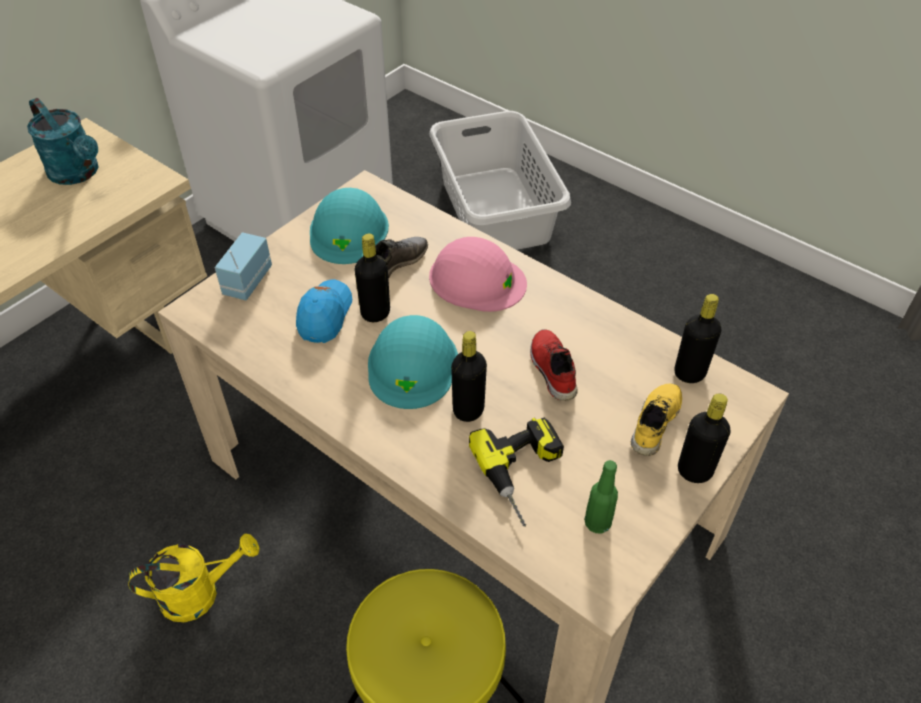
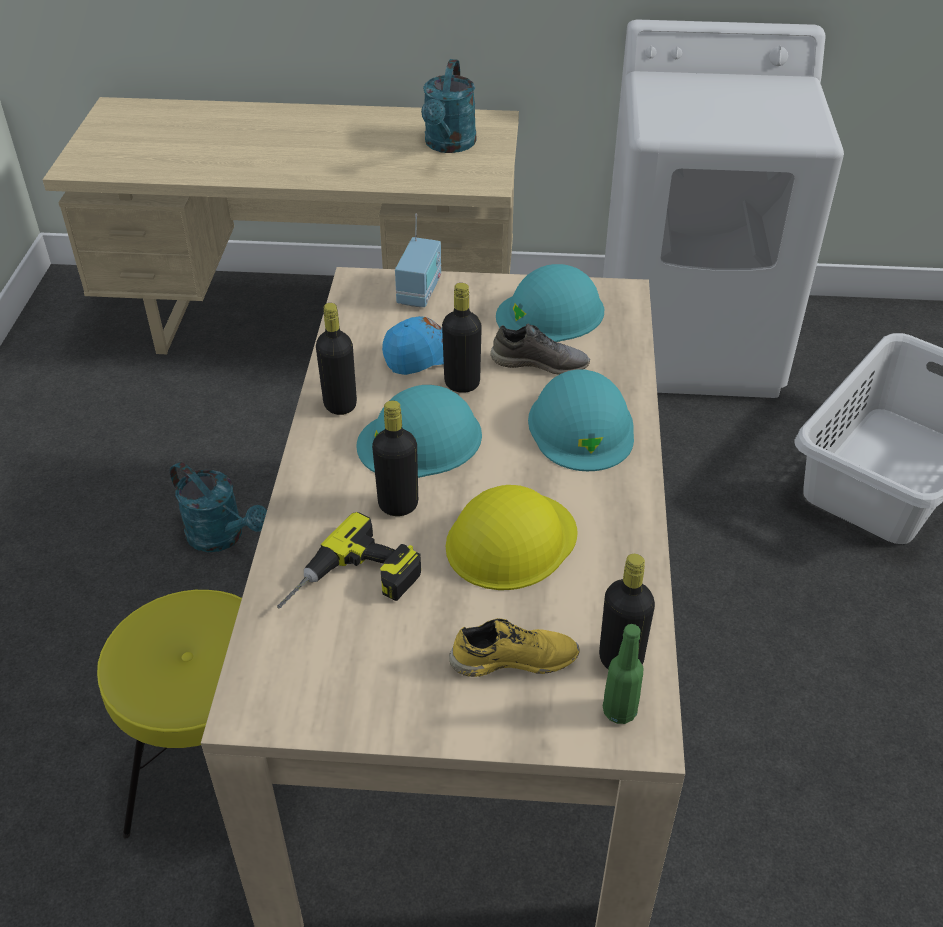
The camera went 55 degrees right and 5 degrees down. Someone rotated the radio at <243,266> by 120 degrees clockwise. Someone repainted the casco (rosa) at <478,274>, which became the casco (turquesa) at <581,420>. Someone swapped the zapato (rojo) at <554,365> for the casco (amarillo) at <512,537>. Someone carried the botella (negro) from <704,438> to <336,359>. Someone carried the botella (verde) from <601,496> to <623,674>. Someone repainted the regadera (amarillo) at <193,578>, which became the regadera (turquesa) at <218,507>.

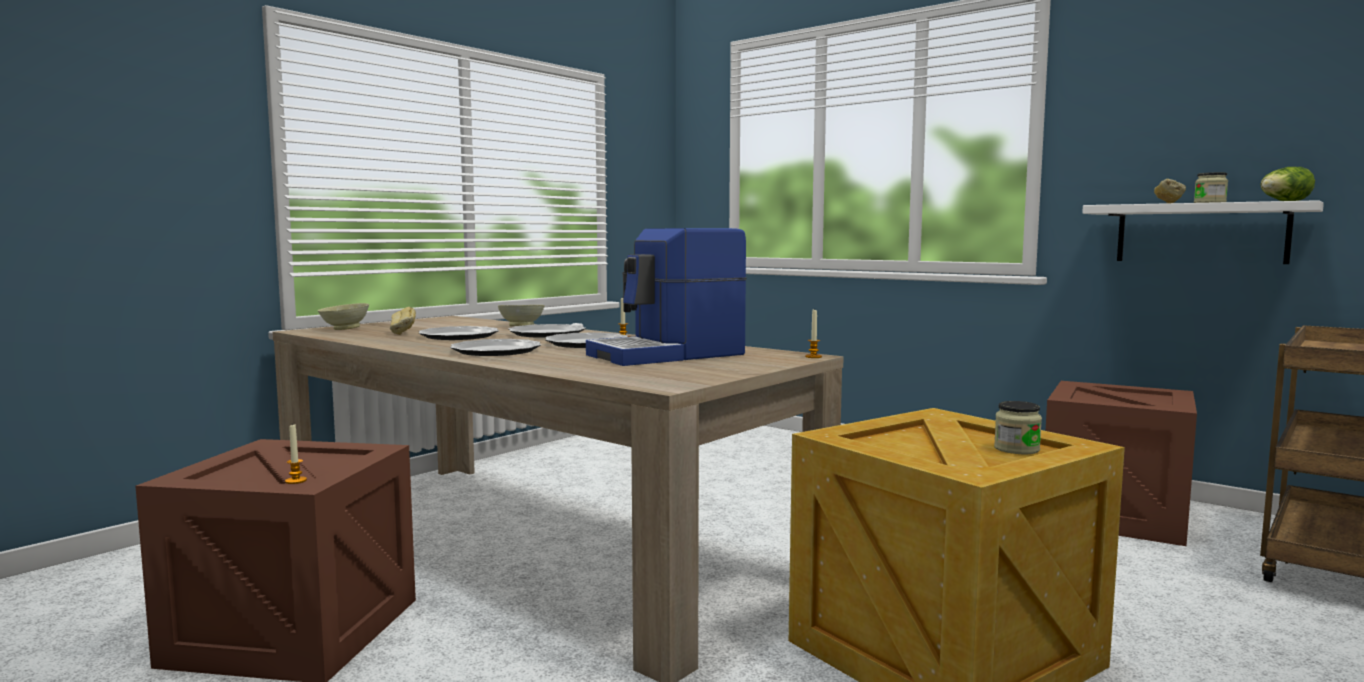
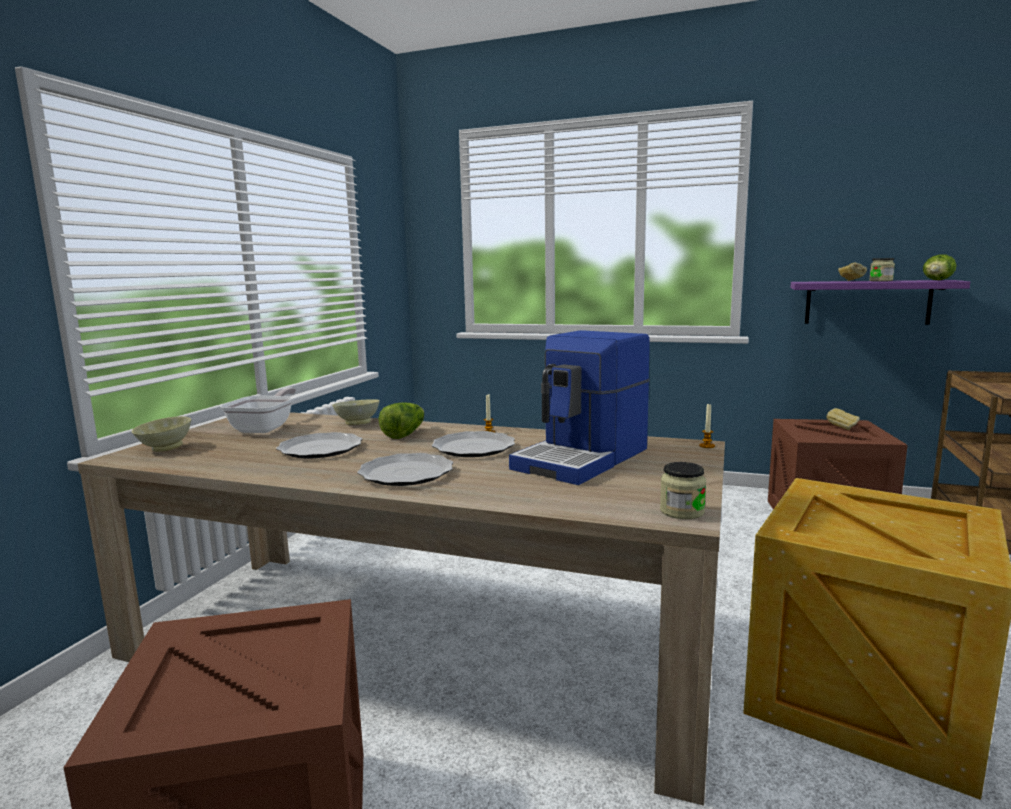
The camera went 20 degrees left and 5 degrees up. Someone repainted the estante (blanco) at <1203,232>, which became the estante (morado) at <880,302>. Someone carried the pan from <403,321> to <843,419>. Someone swapped the plato at <547,331> for the lechuga at <401,420>. Someone carried the tarro from <1018,427> to <683,490>. Someone took away the vela at <296,453>. Someone put down the sartén at <258,410>.

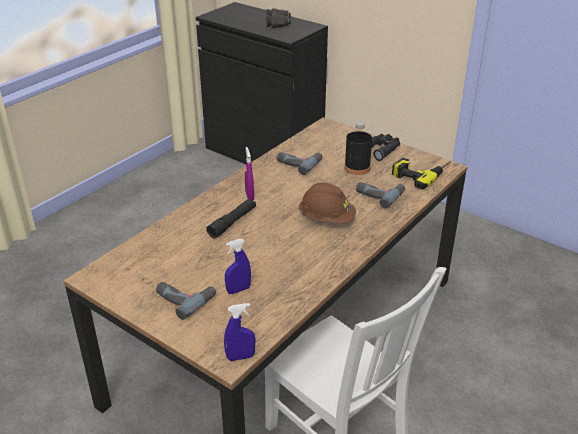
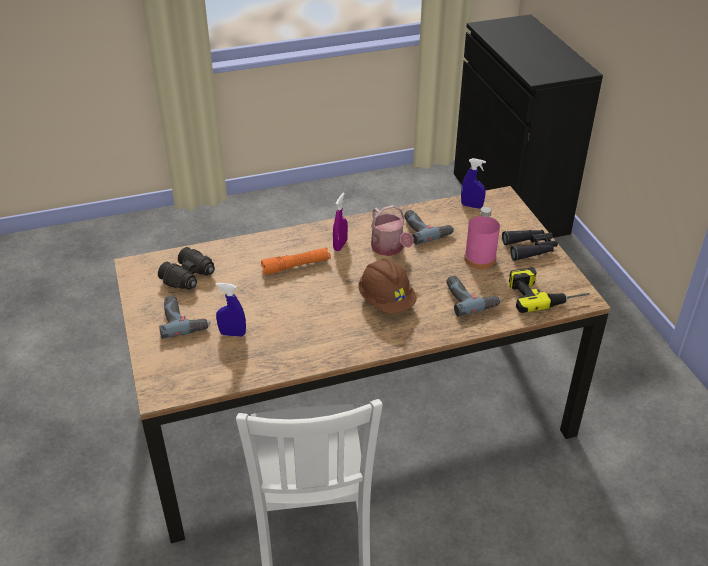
The camera went 35 degrees right and 5 degrees up. Someone carried the prismáticos (negro) from <278,18> to <186,268>. Someone repainted the botella (negro) at <358,148>, which became the botella (rosa) at <482,238>. Someone repainted the linterna (negro) at <231,219>, which became the linterna (naranja) at <296,261>. Someone carried the pulverizador (azul) from <239,332> to <473,183>. Someone put down the regadera at <392,230>.

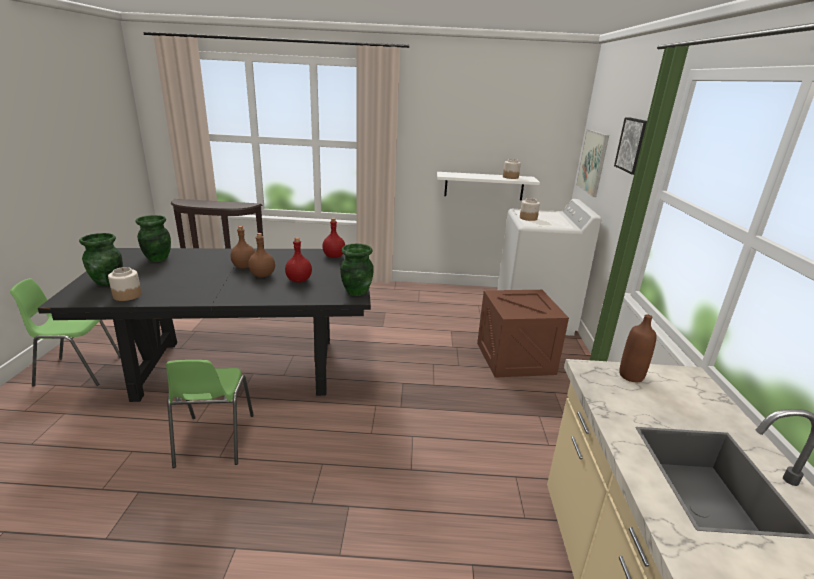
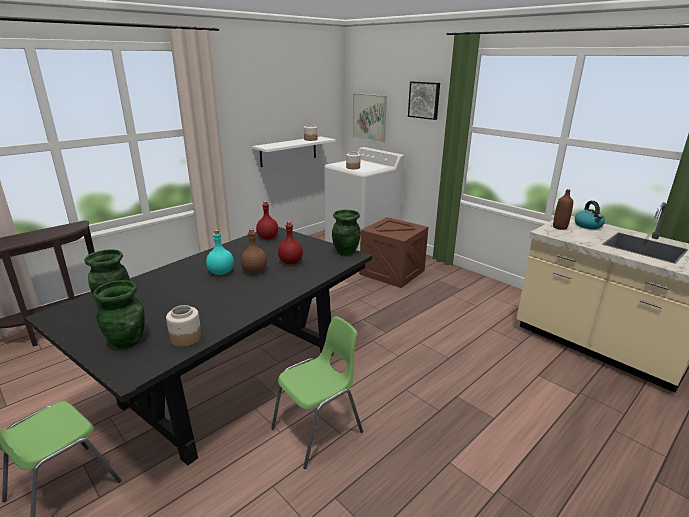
The camera went 45 degrees left and 0 degrees up. Someone repainted the botella (marrón) at <243,247>, which became the botella (turquesa) at <220,252>. Someone rotated the silla (verde) at <210,414> by 75 degrees counterclockwise. Someone put down the hervidor at <590,215>.

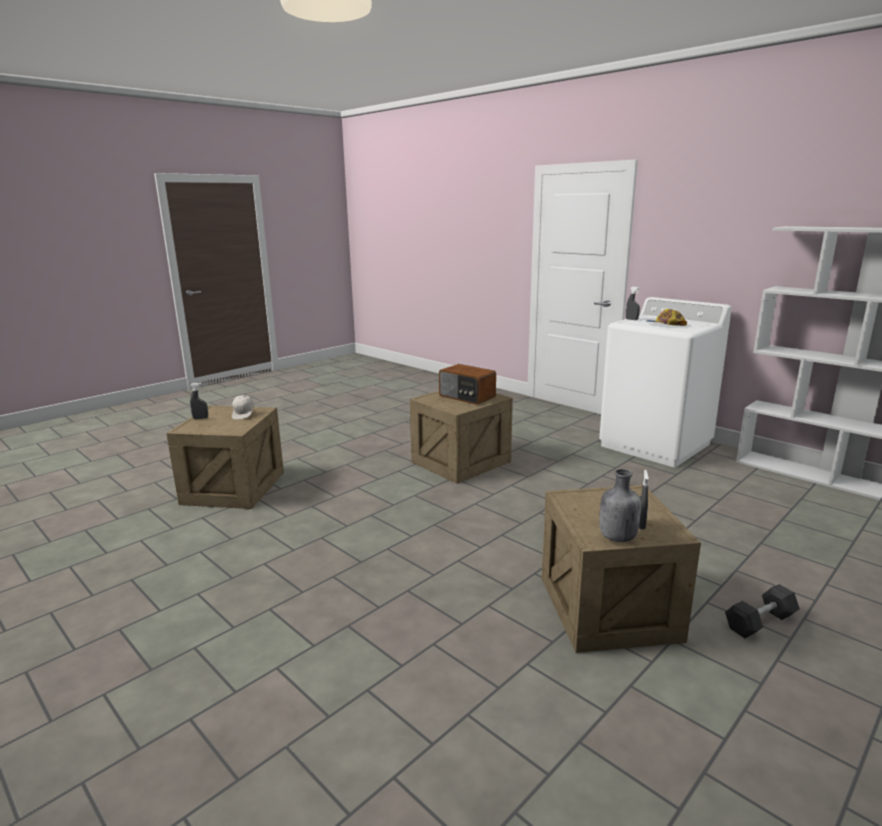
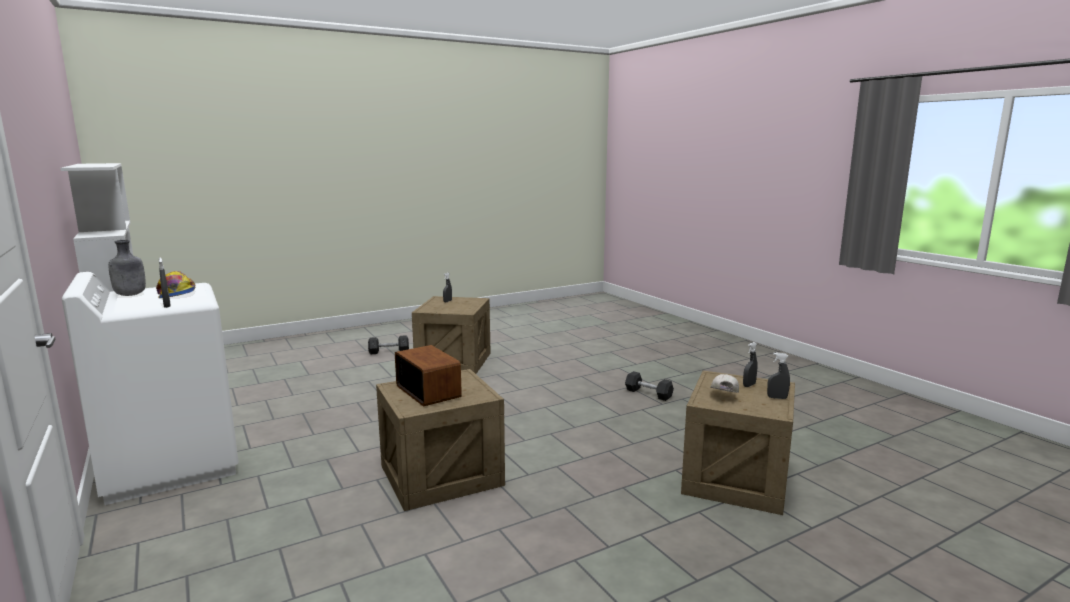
The camera went 165 degrees left and 5 degrees down. Someone carried the botella (gris) from <620,505> to <127,268>. Someone put down the pulverizador (gris) at <750,364>. Someone put down the mancuerna (gris) at <649,386>.

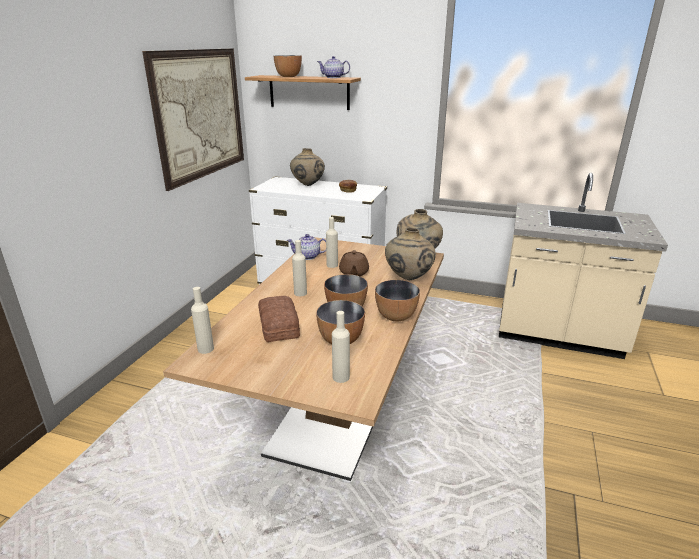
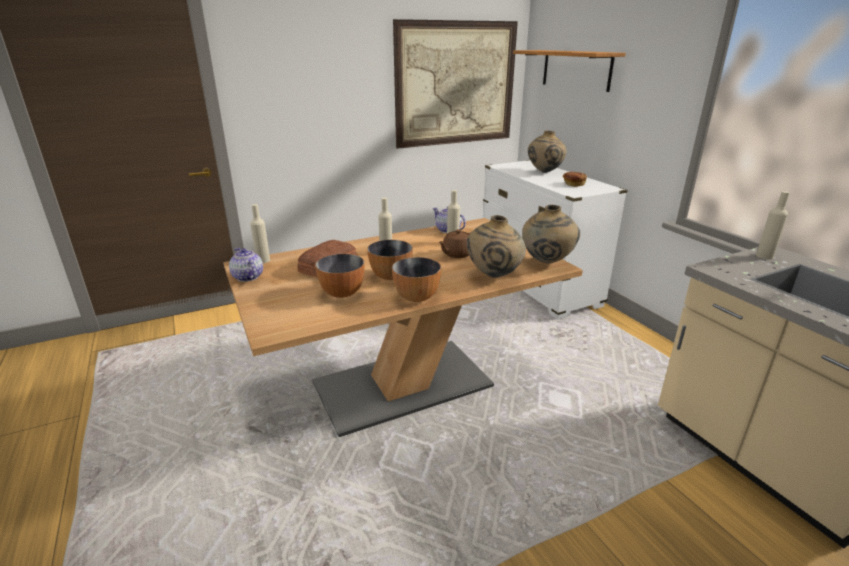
The camera went 45 degrees right and 0 degrees up. Someone took away the cuenco at <288,66>. Someone carried the tetera from <333,67> to <246,265>. Someone carried the botella (beis) from <341,347> to <773,225>.

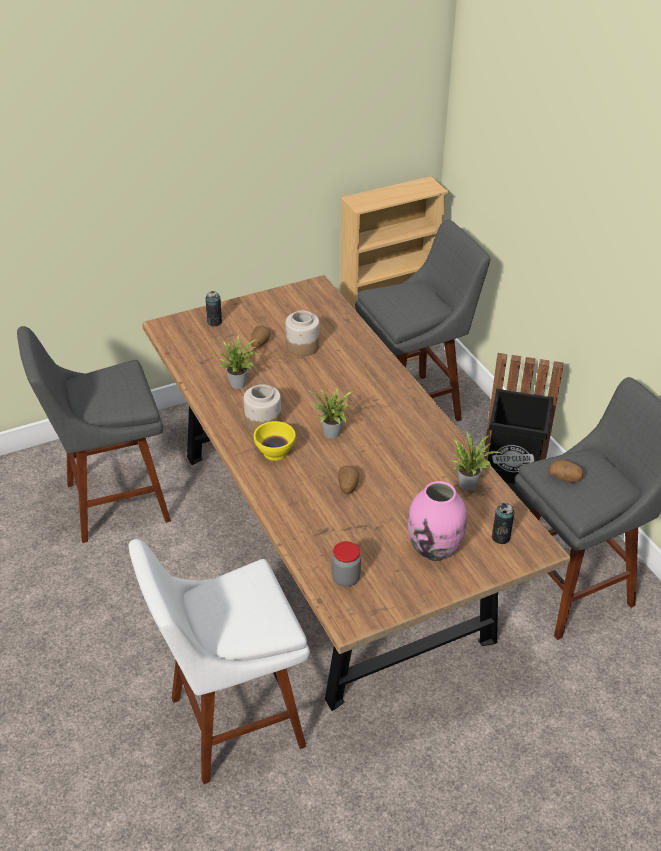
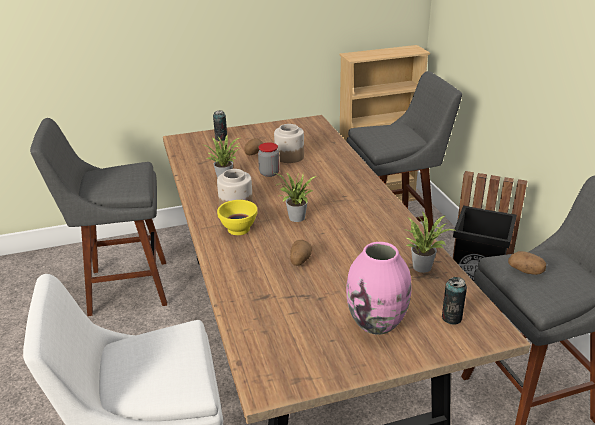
The camera went 10 degrees right and 10 degrees down. Someone carried the tarro from <346,564> to <269,159>.

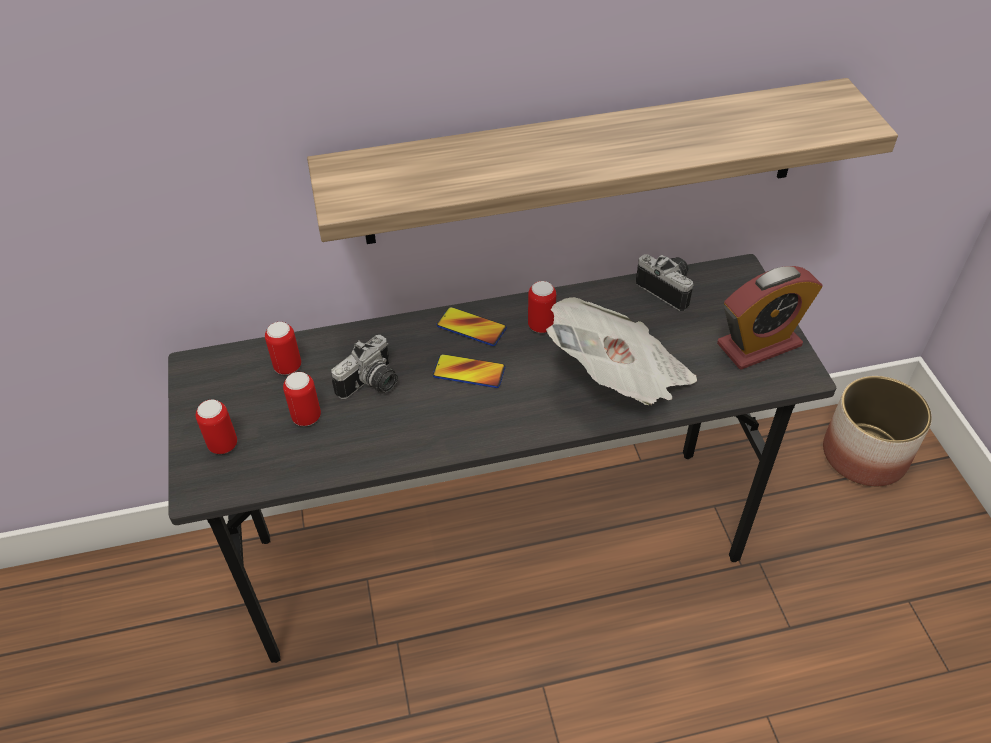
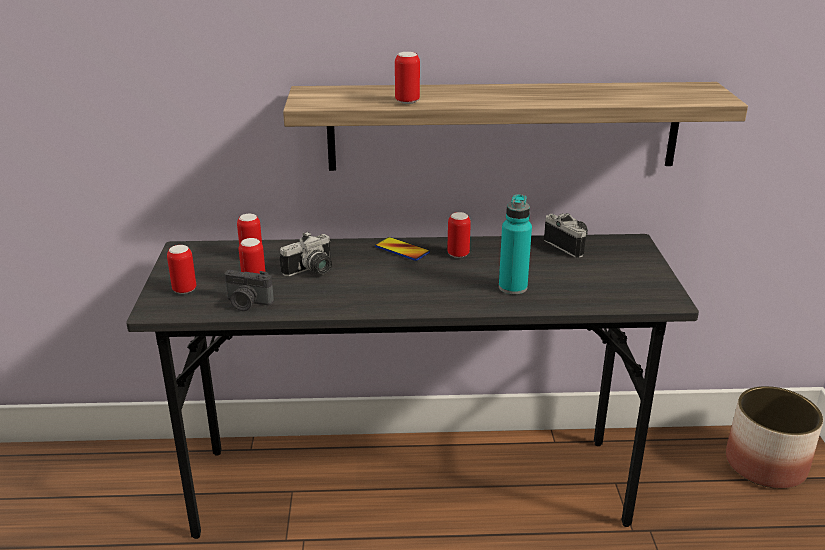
The camera went 10 degrees right and 20 degrees down. Someone took away the despertador at <770,318>. Someone swapped the periódico at <621,351> for the botella (turquesa) at <515,244>. Someone took away the móvil at <469,371>. Someone put down the lata at <407,78>. Someone put down the cámara at <249,290>.

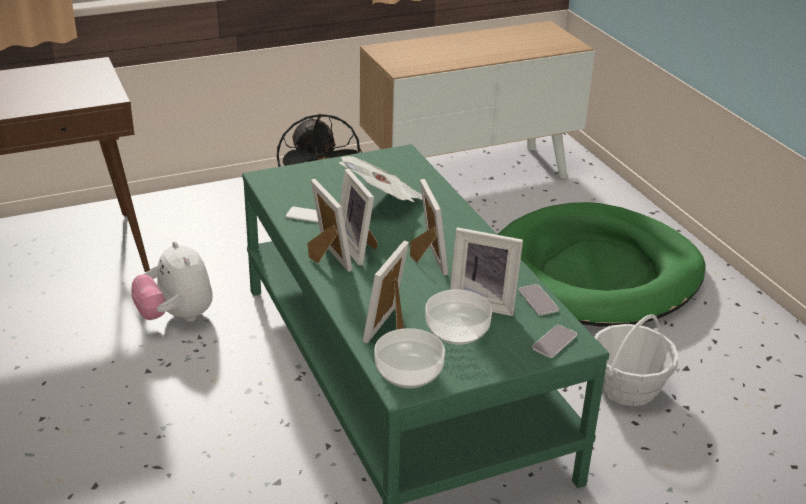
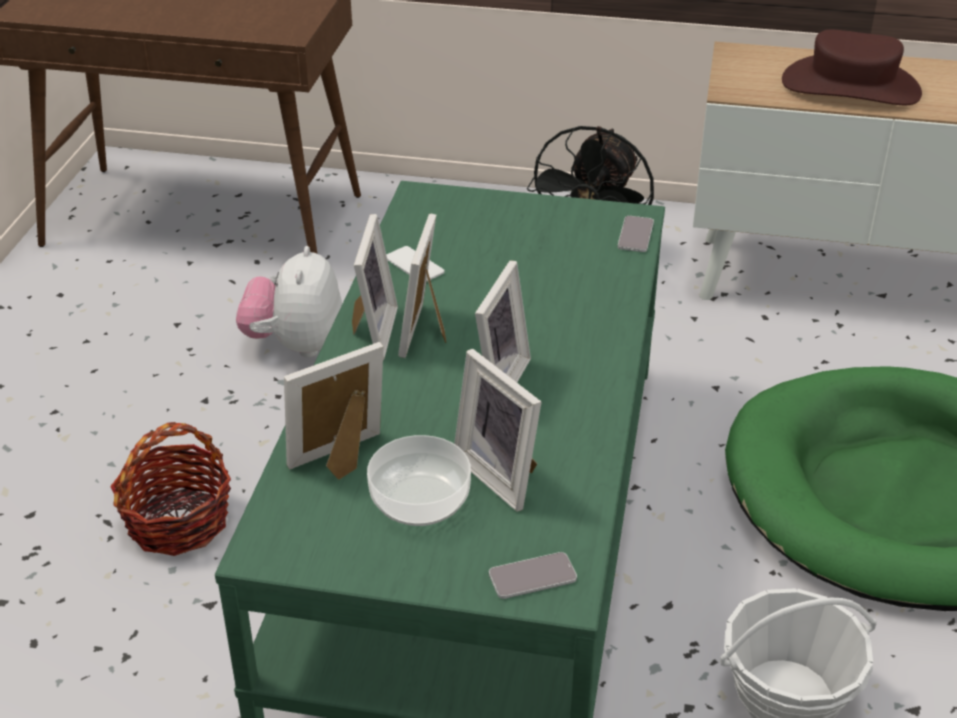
The camera went 35 degrees right and 5 degrees up. Someone took away the periódico at <380,179>. Someone carried the móvil from <538,300> to <636,234>. Someone took away the cuenco at <409,358>. Someone put down the sombrero (marrón) at <852,67>. Someone put down the cesta at <170,489>.

